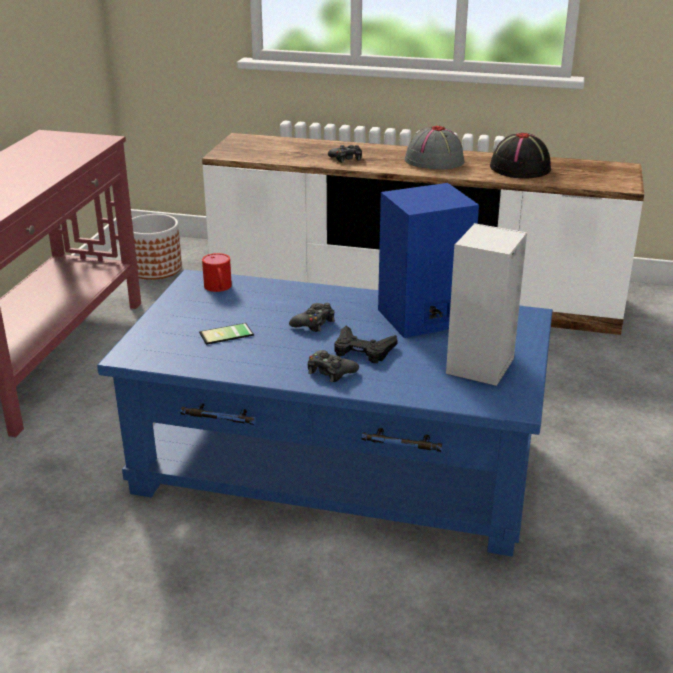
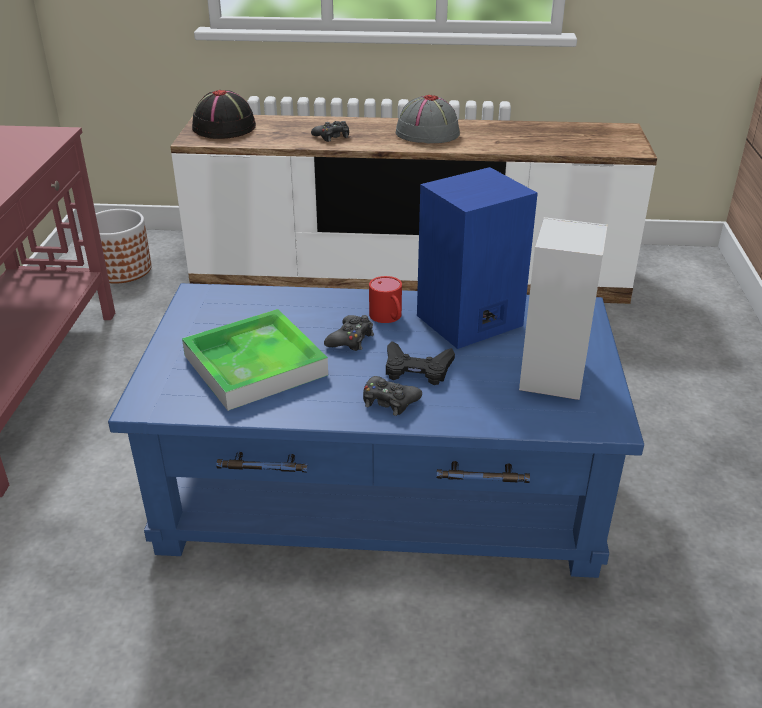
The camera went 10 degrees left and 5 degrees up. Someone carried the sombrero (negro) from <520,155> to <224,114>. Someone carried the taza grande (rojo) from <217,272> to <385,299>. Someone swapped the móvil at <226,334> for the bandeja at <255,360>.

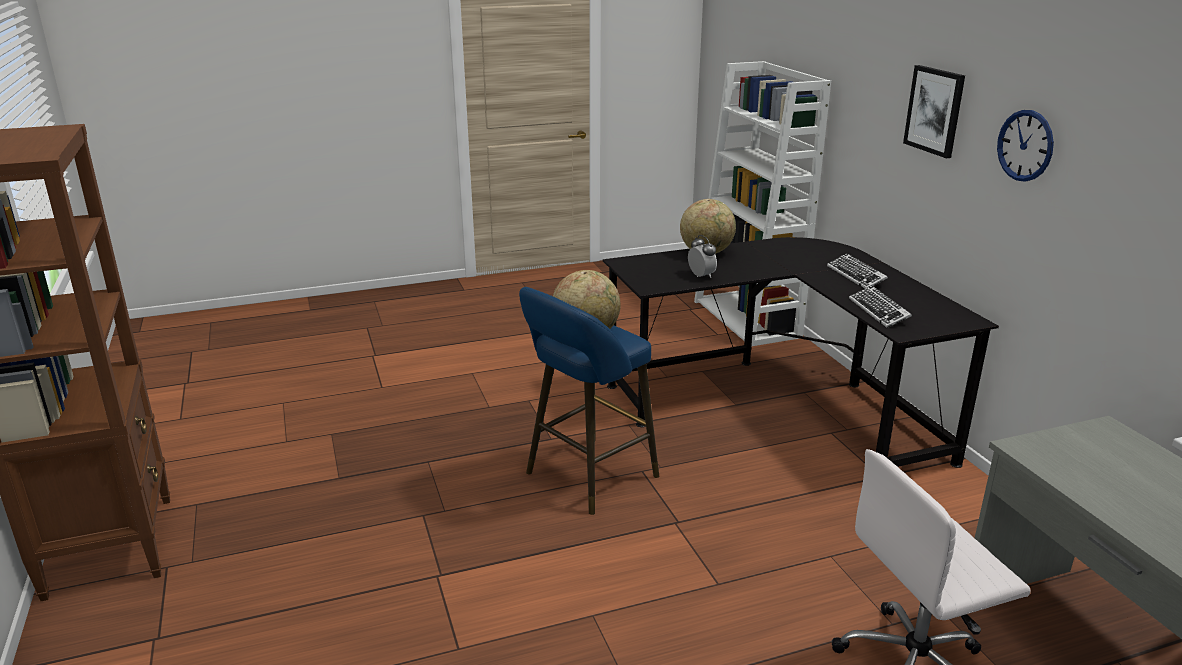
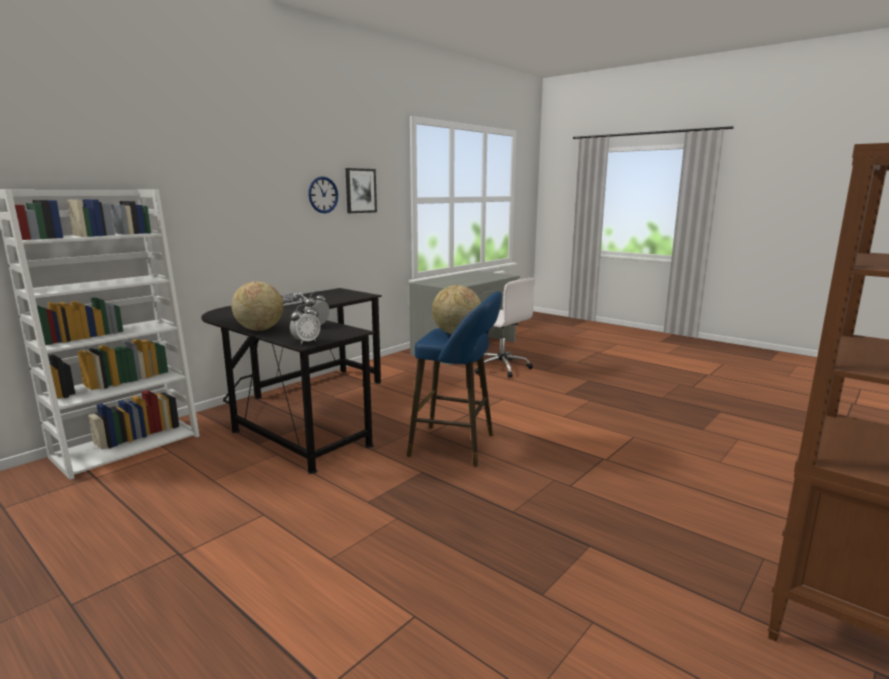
The camera went 120 degrees left and 10 degrees down. Someone carried the cuadro from <934,111> to <361,190>. Someone took away the teclado at <880,306>. Someone put down the despertador at <305,324>.

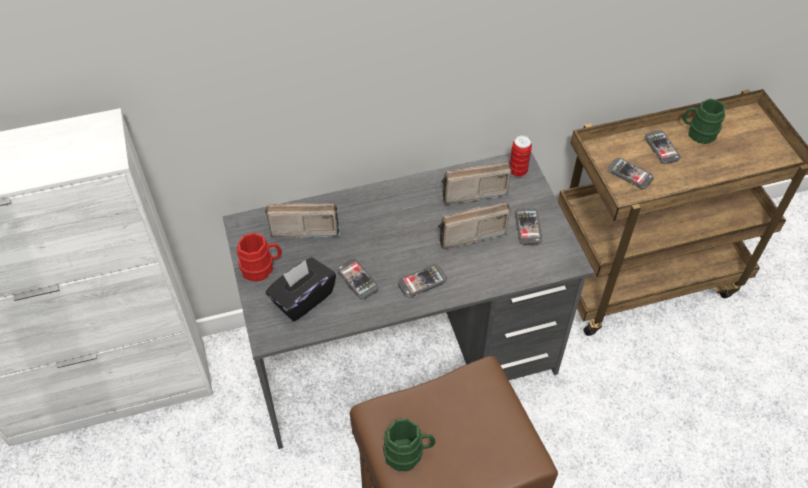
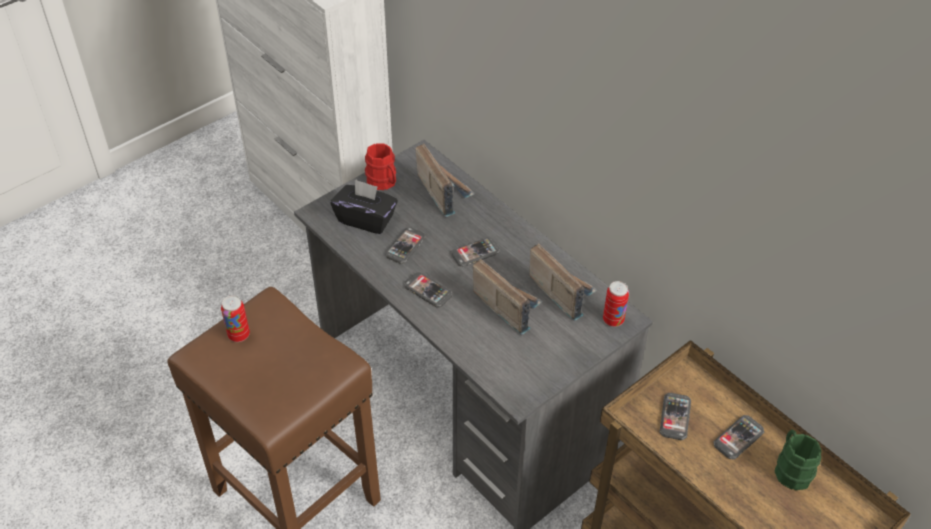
The camera went 65 degrees right and 5 degrees down. Someone carried the móvil from <528,226> to <475,252>. Someone swapped the taza grande (verde) at <409,445> for the lata at <235,318>.

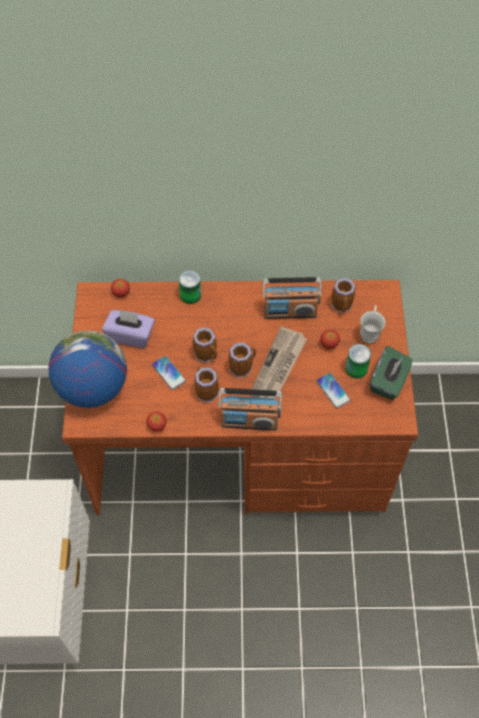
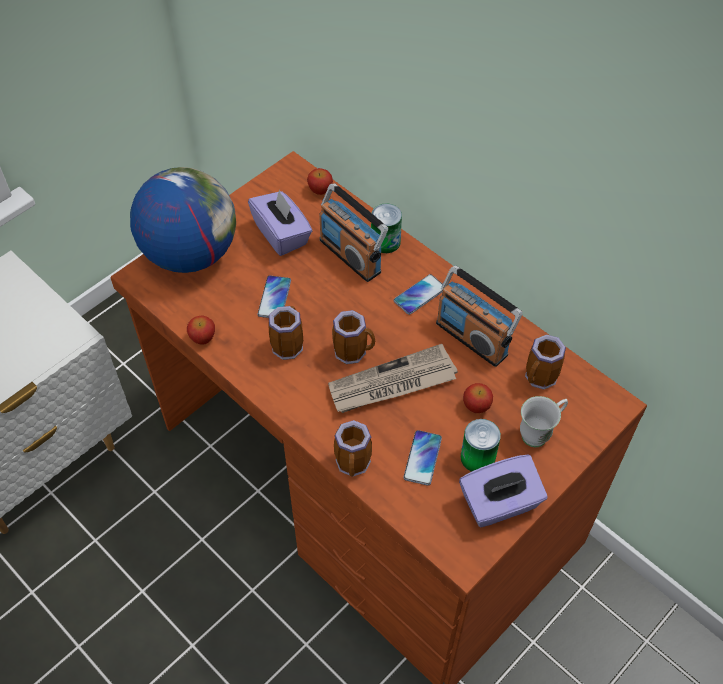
The camera went 45 degrees right and 5 degrees down. Someone carried the taza grande from <205,345> to <353,448>. Someone repainted the caja de pañuelos (verde) at <391,373>, which became the caja de pañuelos (morado) at <503,491>. Someone carried the radio from <250,409> to <353,233>. Someone put down the móvil at <418,294>.

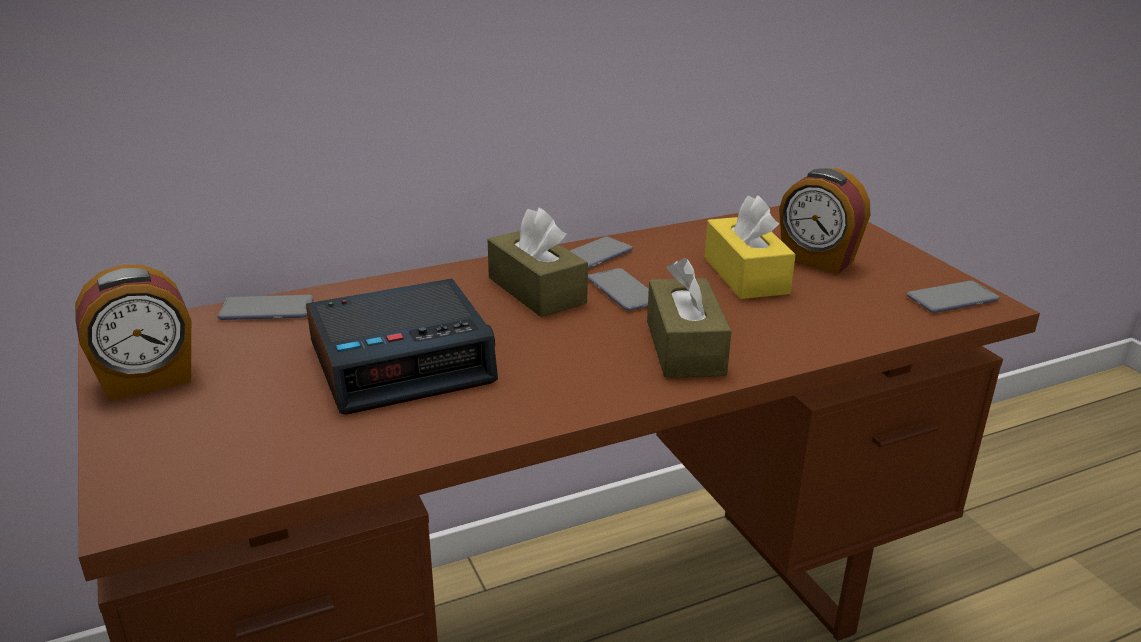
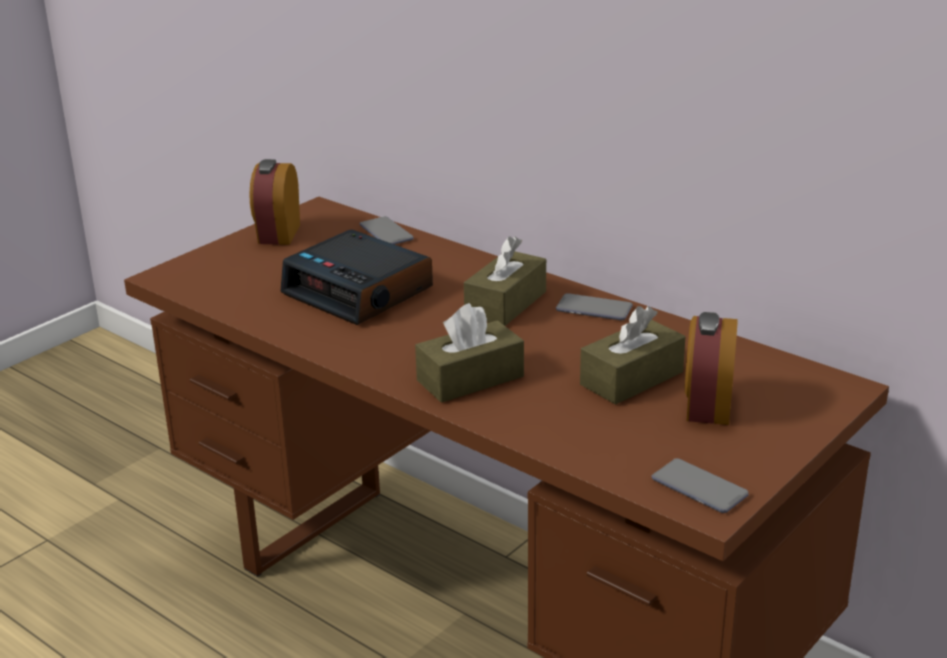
The camera went 65 degrees right and 0 degrees up. Someone repainted the caja de pañuelos (amarillo) at <750,247>, which became the caja de pañuelos (marrón) at <632,355>. Someone rotated the despertador at <133,333> by 60 degrees clockwise. Someone took away the móvil at <618,289>.

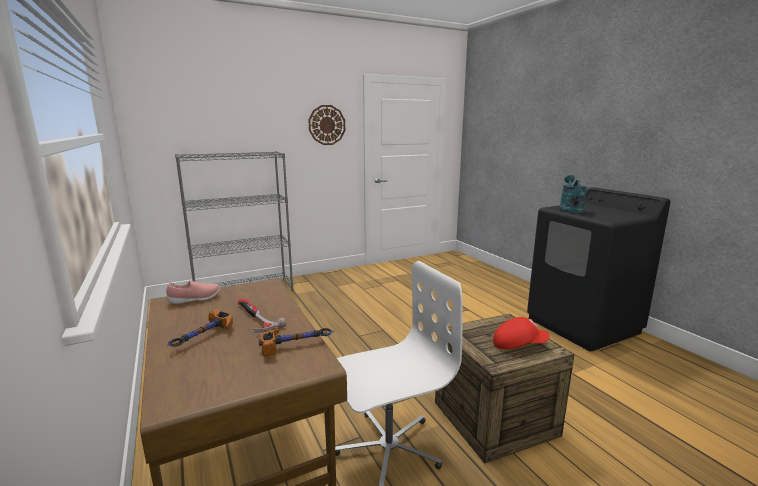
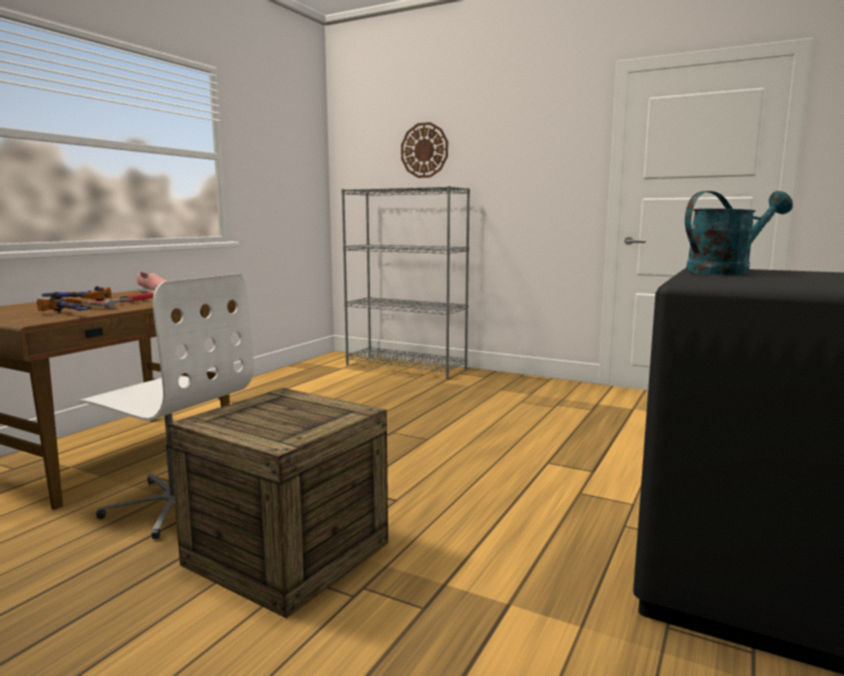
The camera went 55 degrees right and 5 degrees down. Someone carried the reloj de pared from <326,125> to <424,150>. Someone took away the gorra (rojo) at <521,333>.

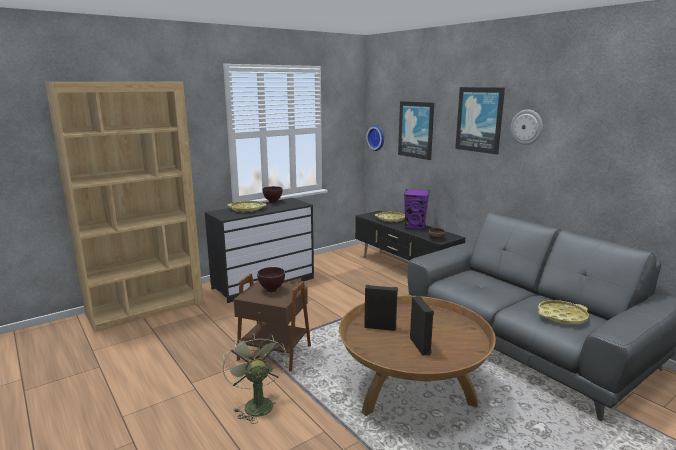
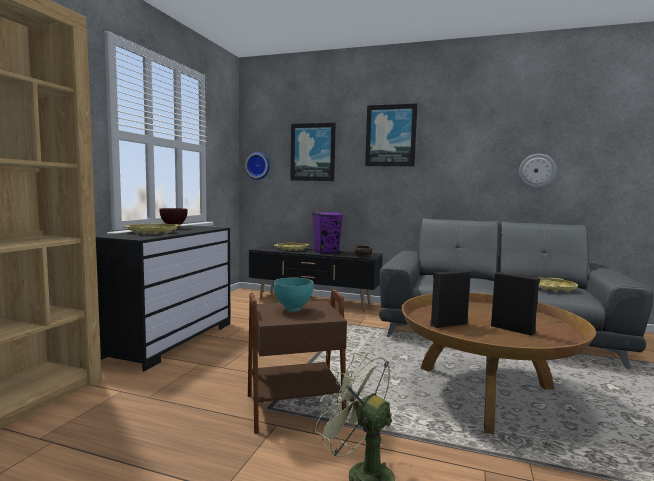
The camera went 35 degrees left and 10 degrees down. Someone carried the reloj de pared from <527,127> to <537,171>. Someone repainted the cuenco (marrón) at <271,279>, which became the cuenco (turquesa) at <293,294>.

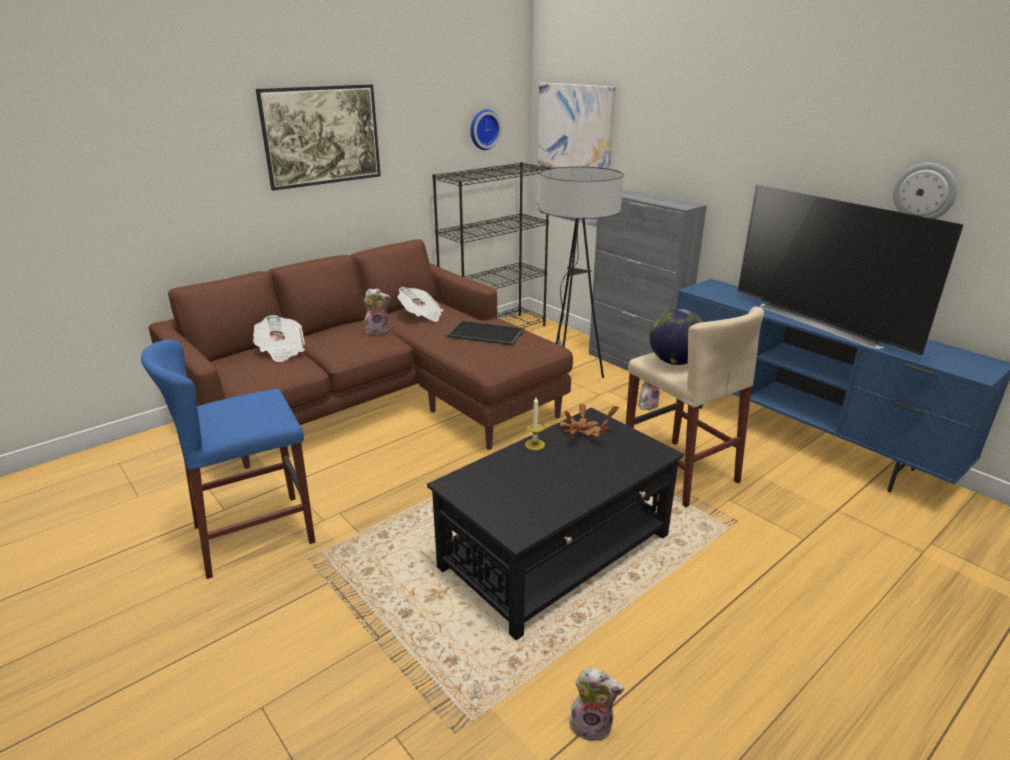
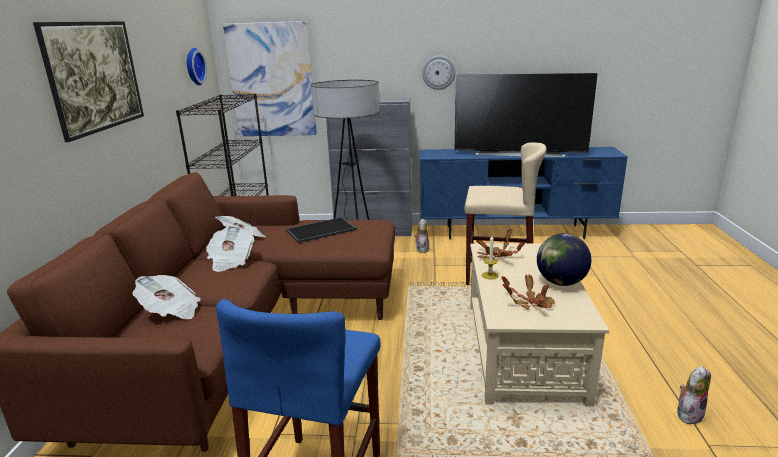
The camera went 45 degrees left and 5 degrees down. Someone carried the reloj de pared from <925,191> to <438,72>. Someone swapped the peluche at <377,311> for the periódico at <230,248>. Someone carried the globo terráqueo from <676,337> to <564,260>. Someone repainted the mesa de centro (negro) at <555,523>, which became the mesa de centro (beis) at <539,325>. Someone put down the planta en maceta at <528,291>.

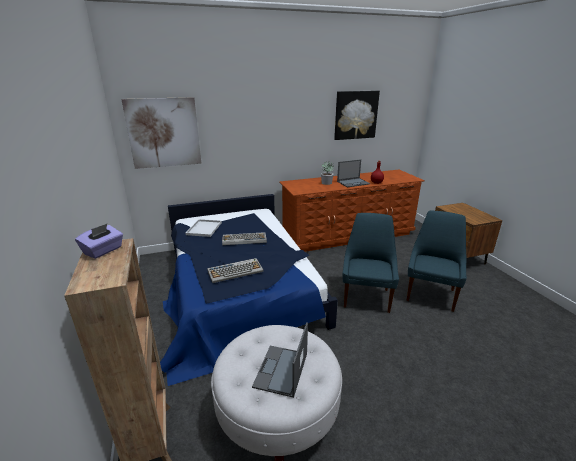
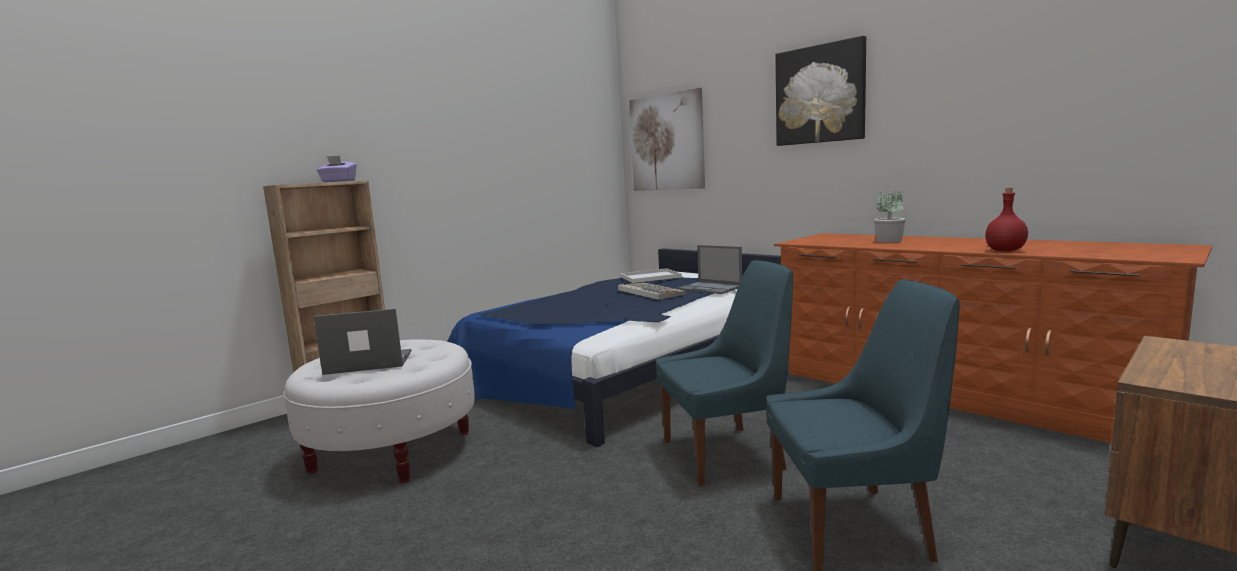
The camera went 65 degrees right and 15 degrees down. Someone carried the cuadro from <357,115> to <820,91>. Someone carried the portátil from <353,173> to <709,269>. Someone took away the teclado at <235,270>.

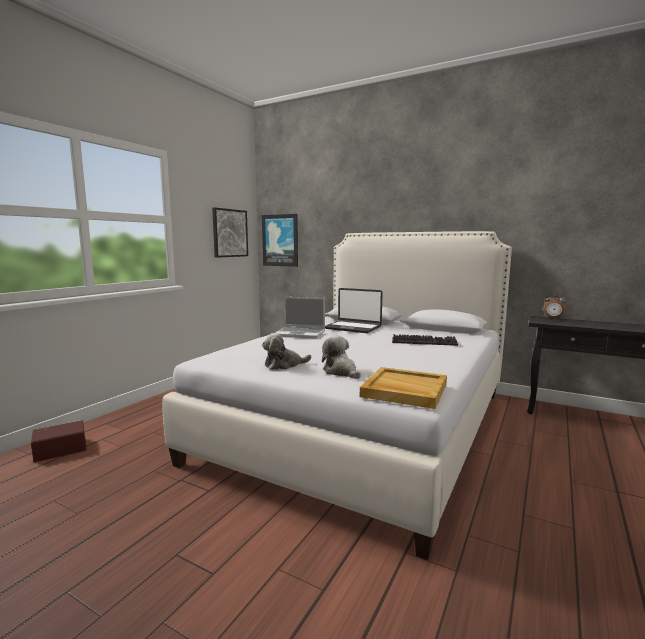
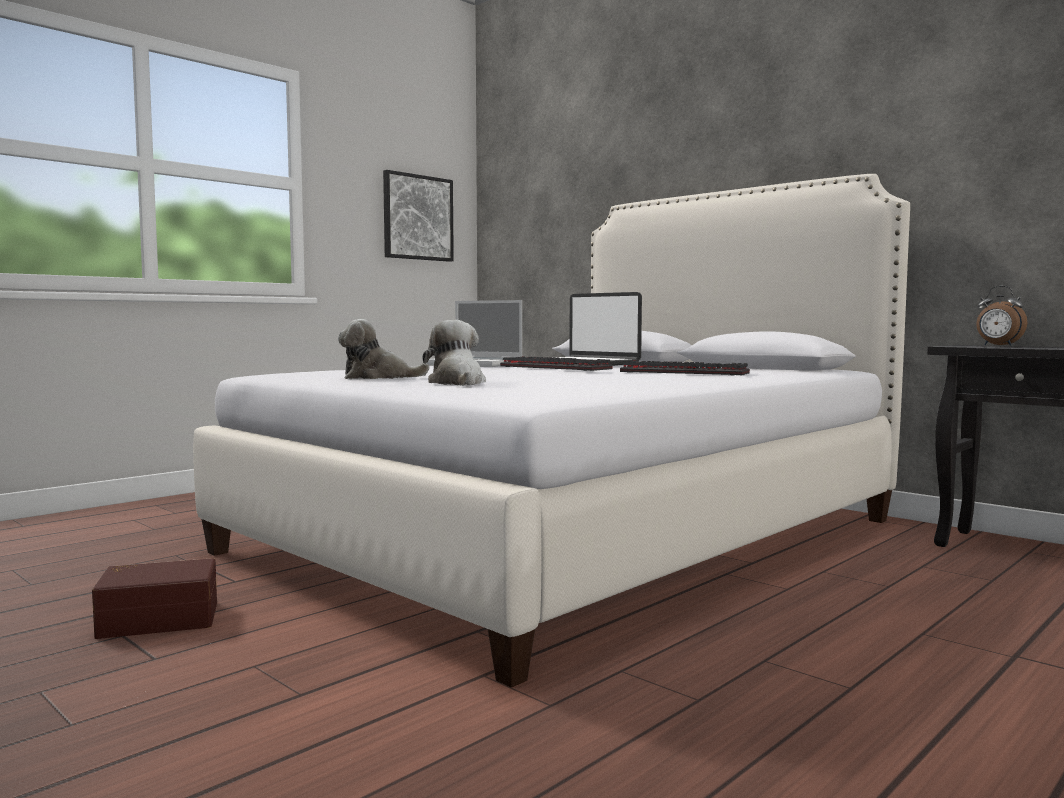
The camera went 15 degrees right and 5 degrees down. Someone took away the cuadro at <280,240>. Someone took away the bandeja (beis) at <403,388>. Someone carried the caja de almacenaje (marrón) from <59,441> to <154,598>. Someone put down the teclado at <556,363>.

